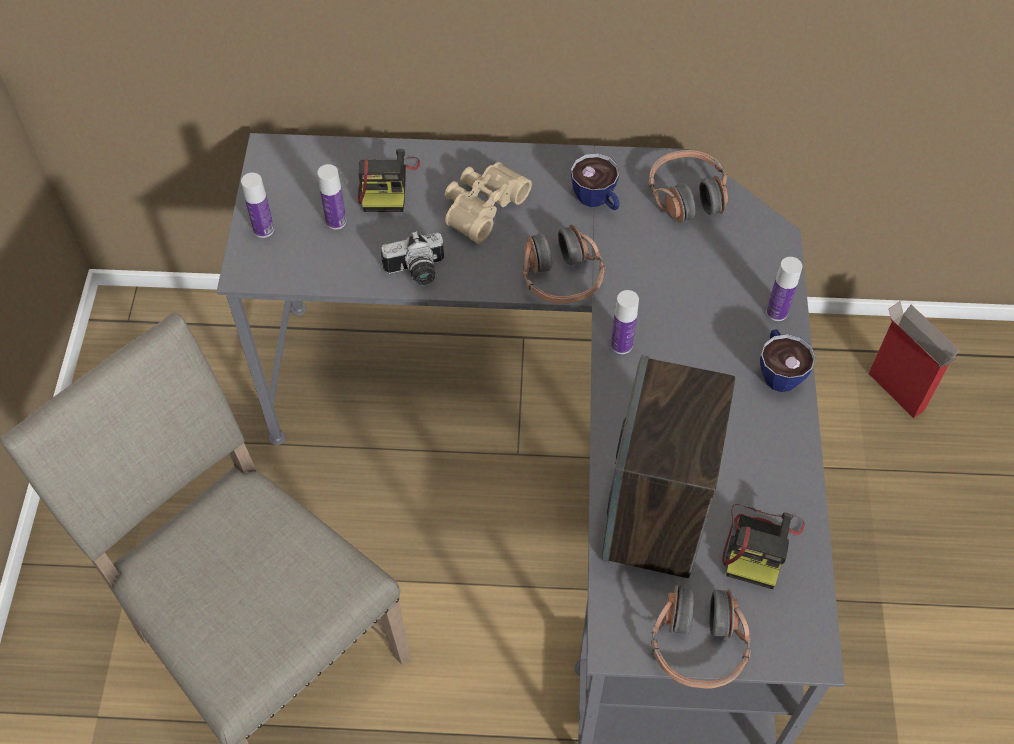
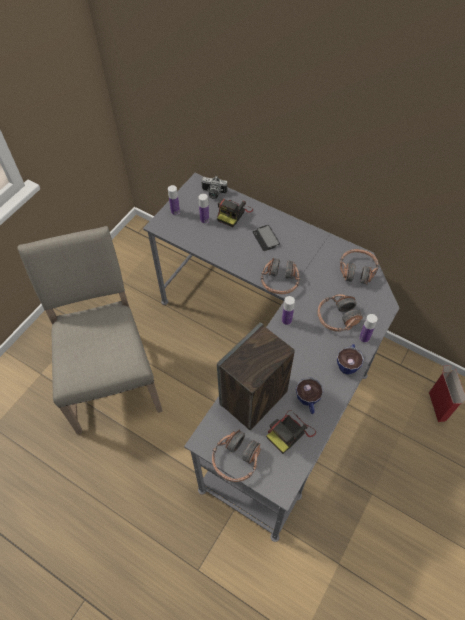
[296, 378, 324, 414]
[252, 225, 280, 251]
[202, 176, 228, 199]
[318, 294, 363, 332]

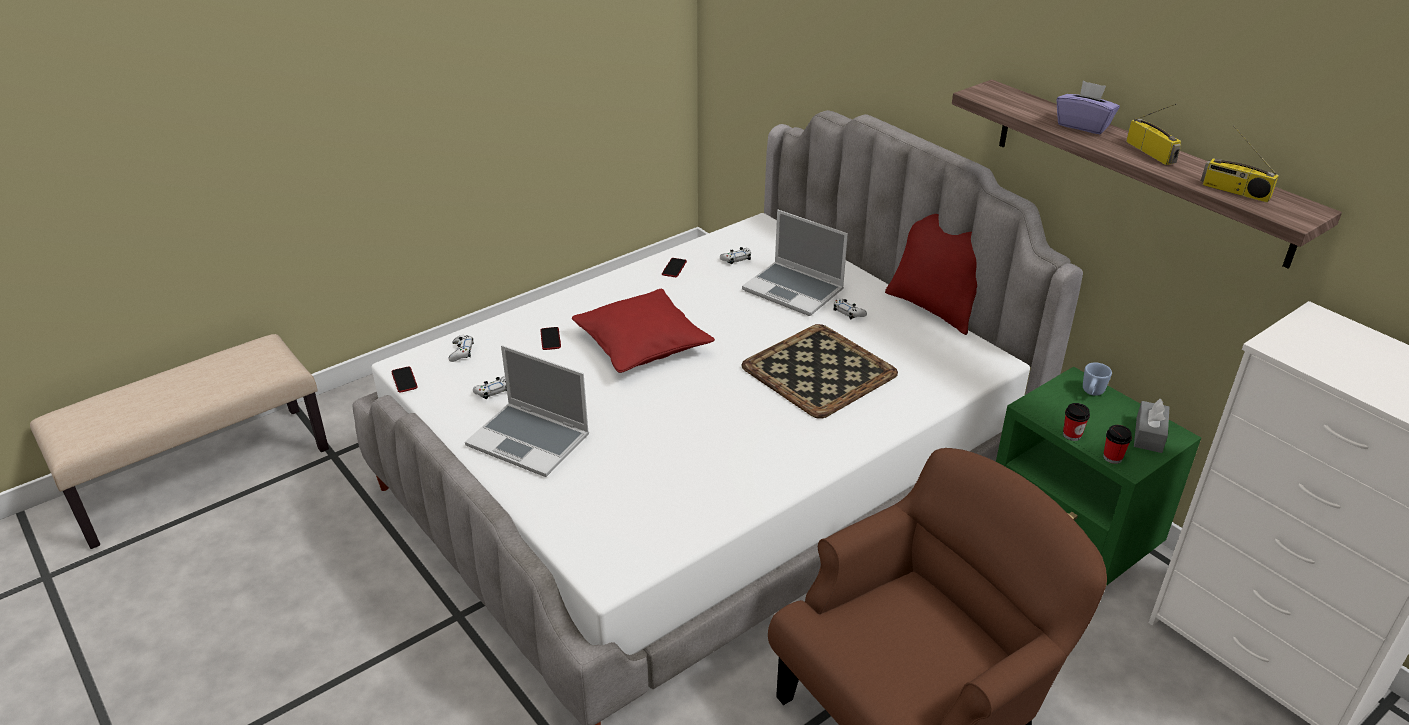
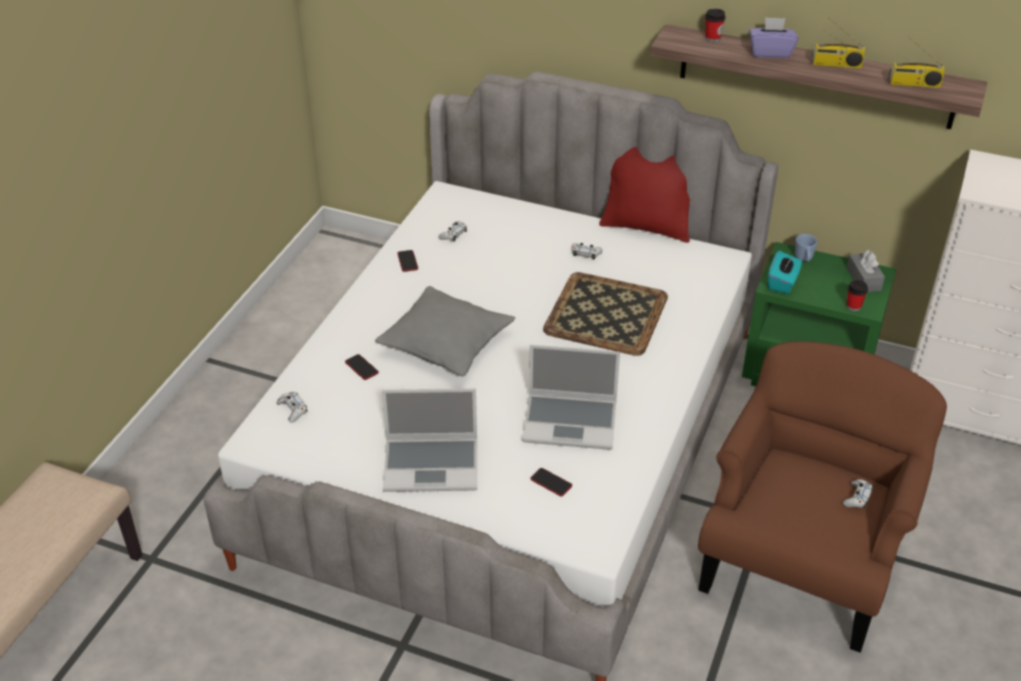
[811, 18, 865, 68]
[522, 345, 620, 450]
[376, 286, 515, 376]
[530, 468, 572, 496]
[843, 479, 873, 508]
[705, 9, 726, 42]
[768, 251, 802, 294]

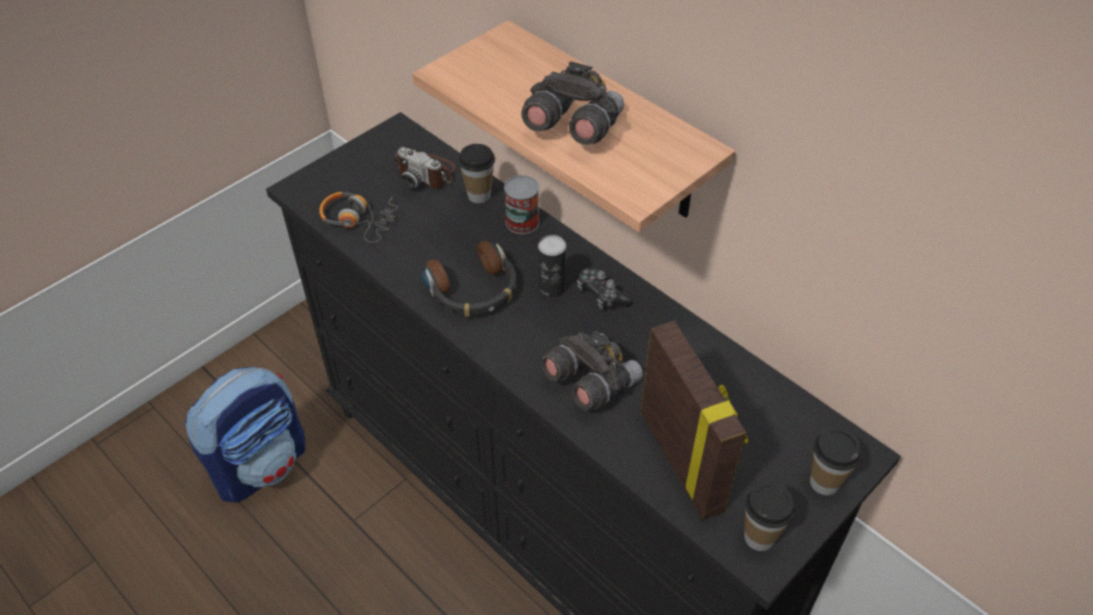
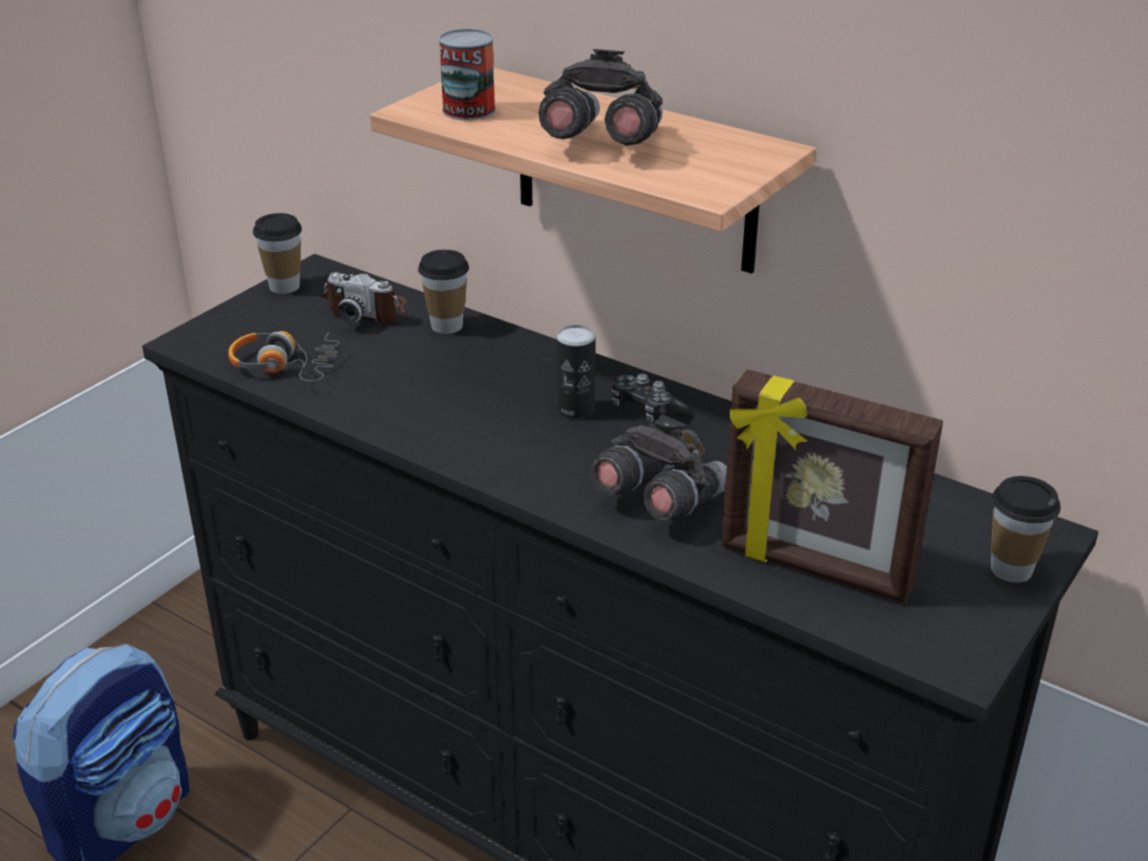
[438, 29, 496, 120]
[421, 241, 517, 317] (first image)
[721, 369, 943, 603]
[253, 213, 302, 294]

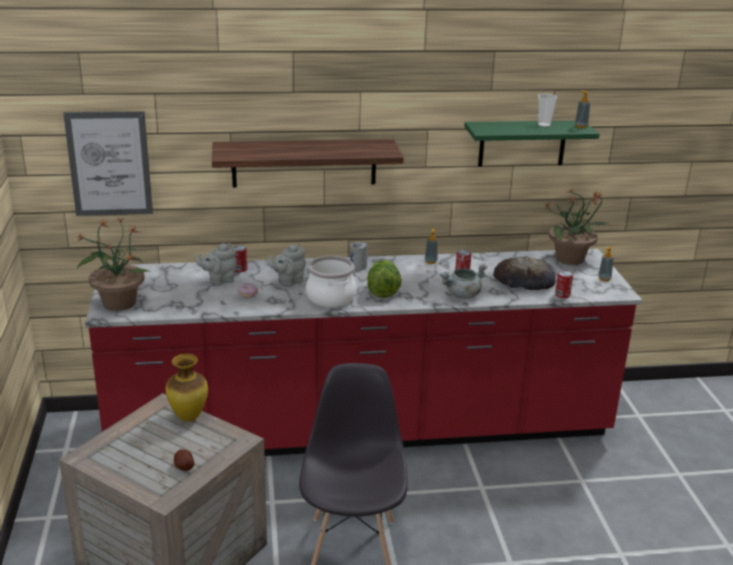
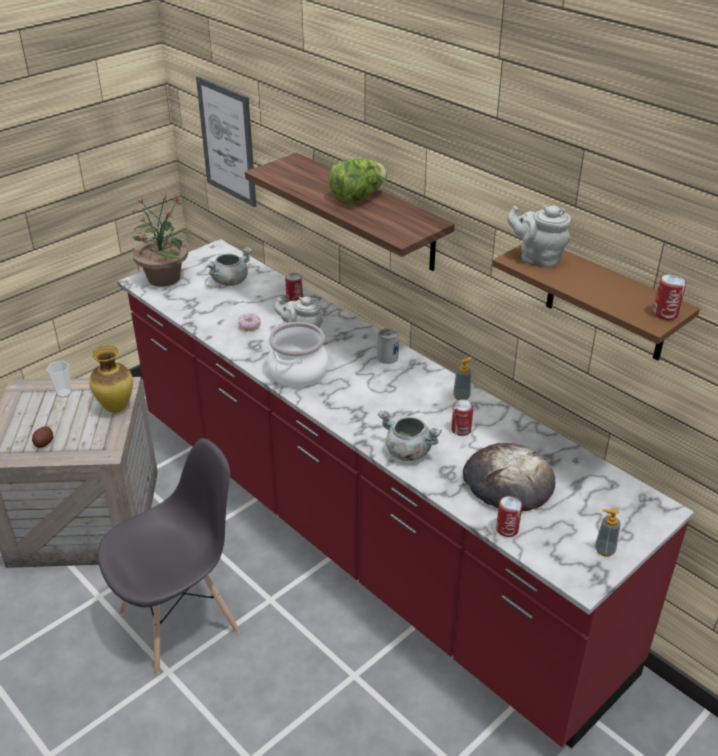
[653, 274, 686, 320]
[46, 360, 71, 398]
[492, 244, 700, 360]
[544, 190, 610, 265] (first image)
[507, 205, 571, 268]
[328, 159, 387, 204]
[207, 247, 252, 286]

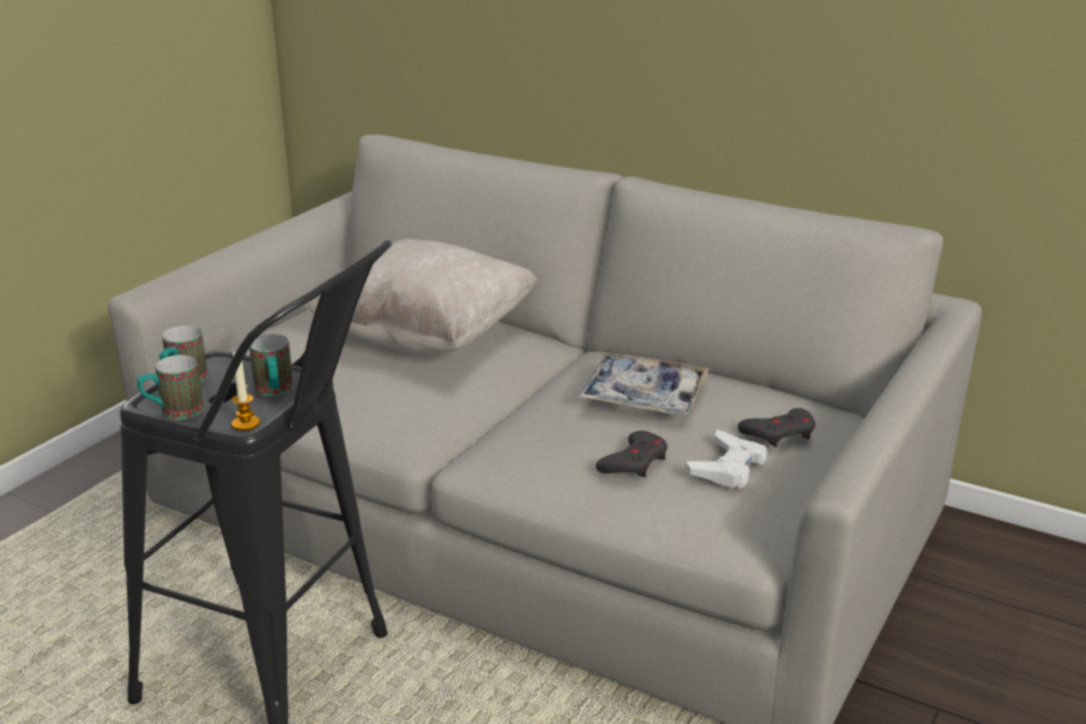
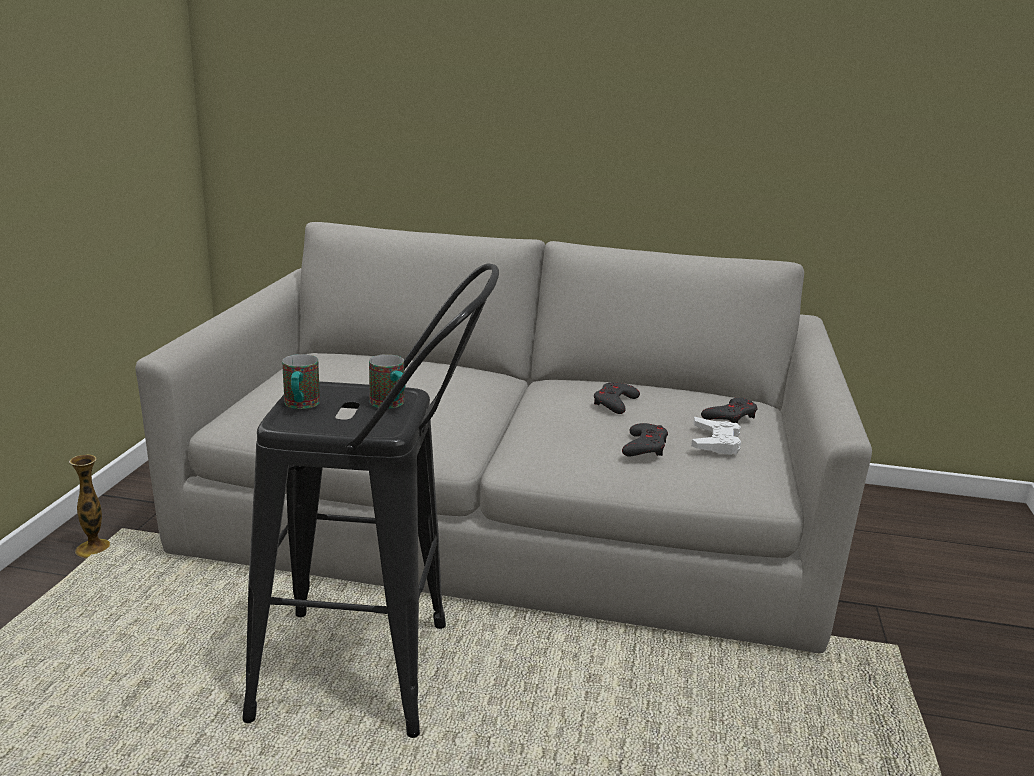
[302, 239, 538, 354] (first image)
[231, 349, 260, 431] (first image)
[594, 382, 640, 414]
[137, 355, 204, 420] (first image)
[69, 454, 110, 558]

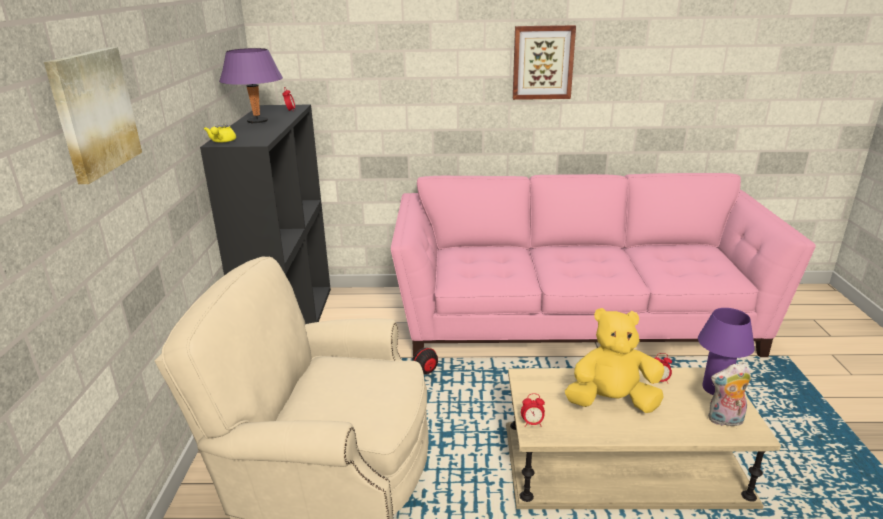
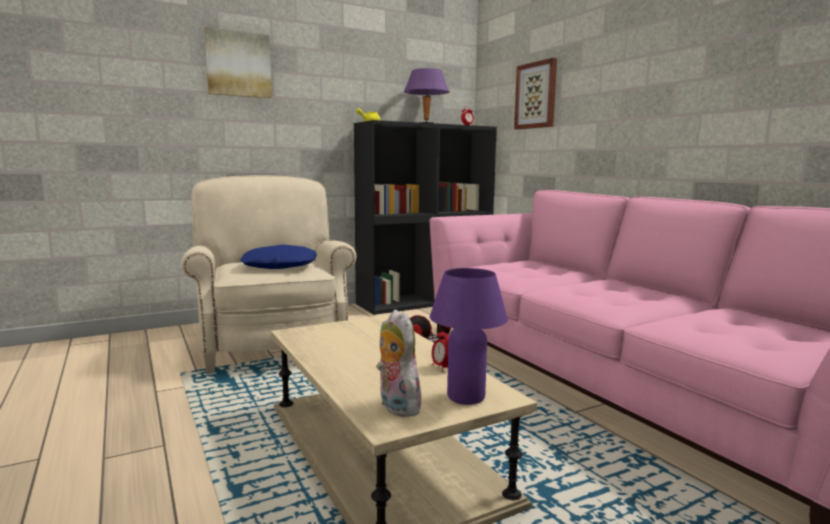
[514, 58, 557, 129]
[565, 308, 664, 413] (first image)
[521, 393, 545, 427] (first image)
[240, 245, 317, 269]

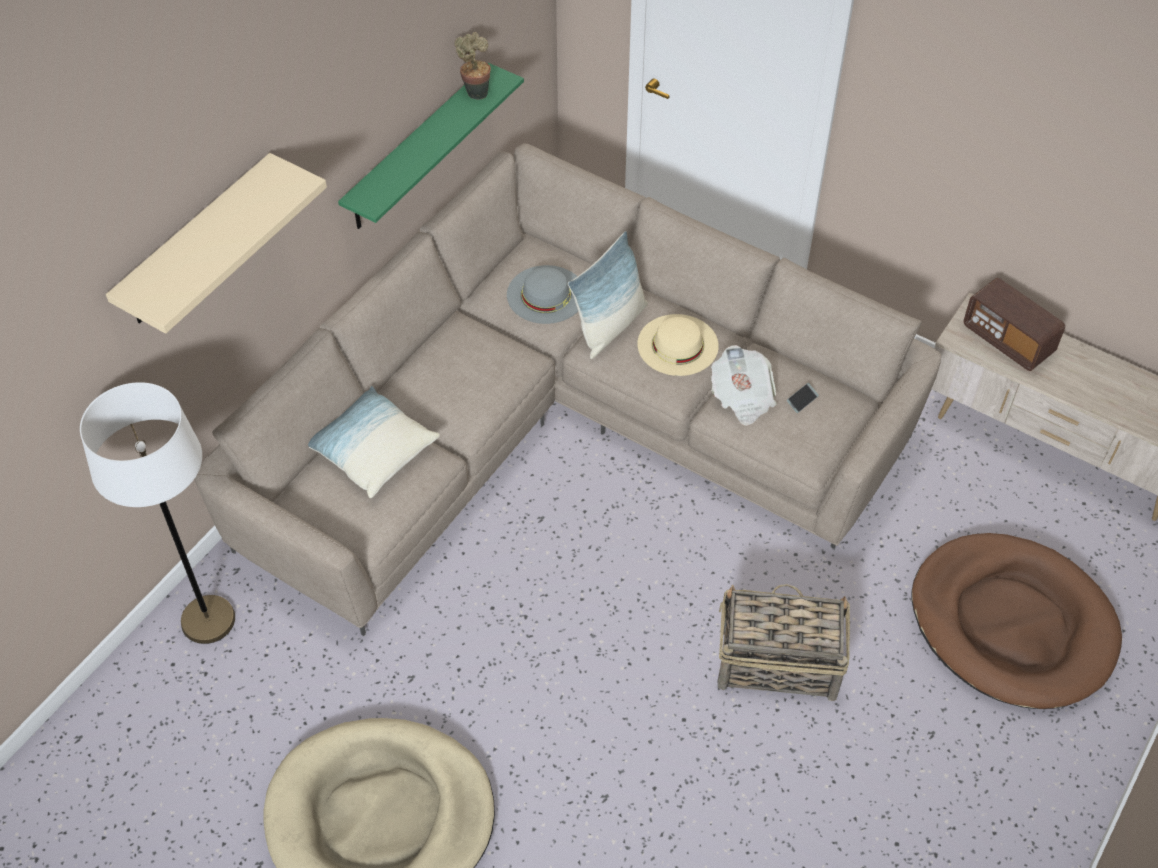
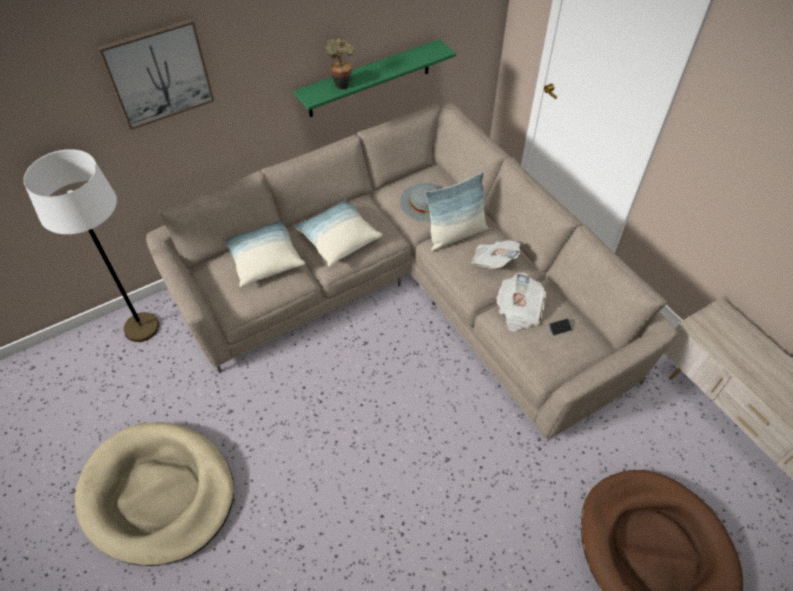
[325, 38, 355, 90]
[98, 19, 214, 130]
[963, 278, 1065, 371] (first image)
[471, 240, 521, 268]
[718, 584, 850, 701] (first image)
[294, 199, 383, 267]

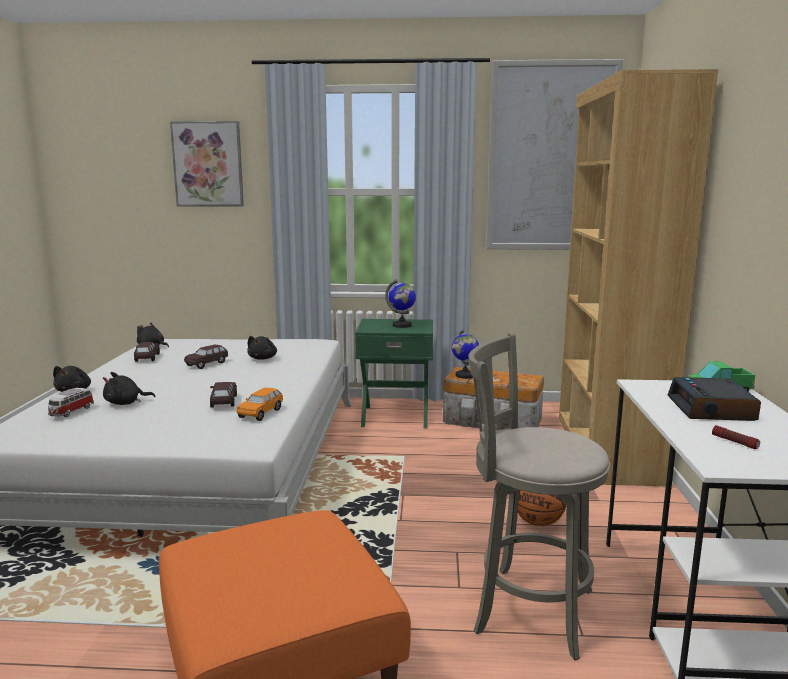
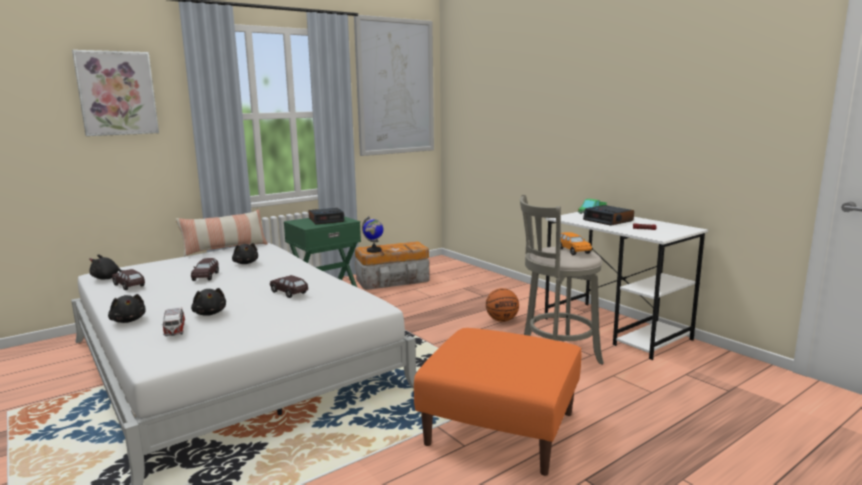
[559, 69, 718, 486] (first image)
[308, 208, 344, 224]
[191, 288, 226, 316]
[560, 232, 592, 255]
[176, 209, 268, 257]

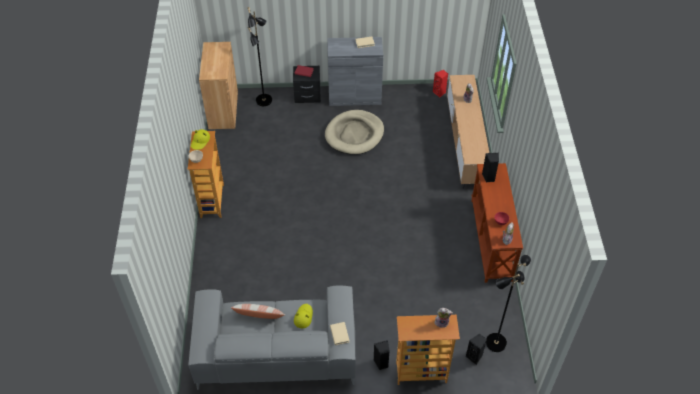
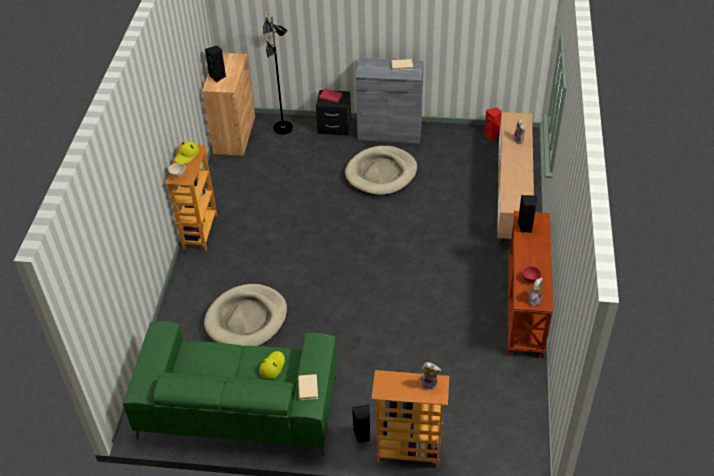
[486, 255, 531, 352] (first image)
[123, 321, 337, 456]
[231, 304, 285, 319] (first image)
[205, 45, 226, 82]
[204, 284, 287, 347]

